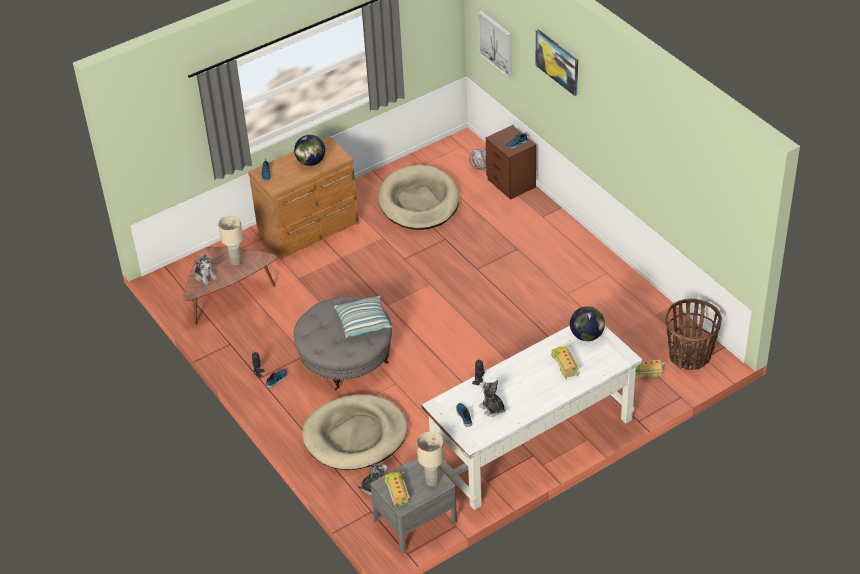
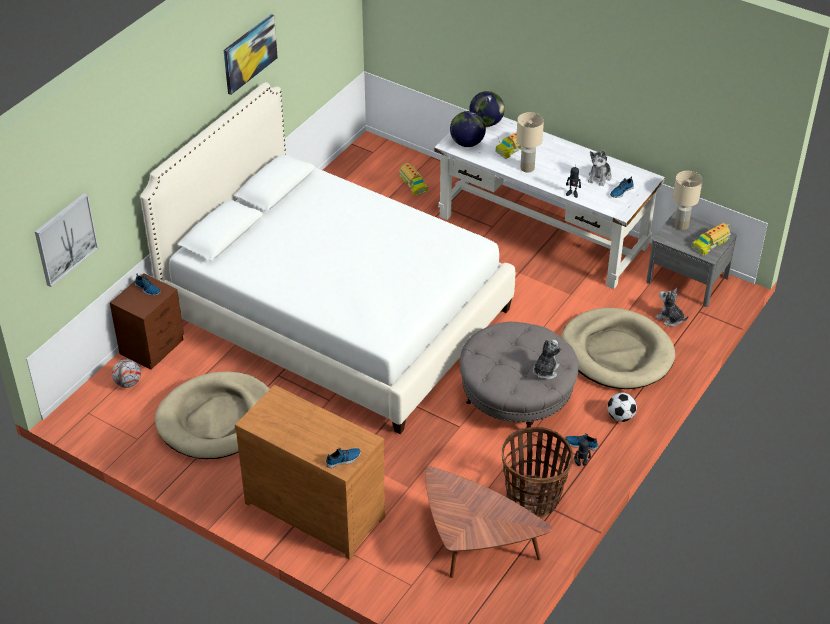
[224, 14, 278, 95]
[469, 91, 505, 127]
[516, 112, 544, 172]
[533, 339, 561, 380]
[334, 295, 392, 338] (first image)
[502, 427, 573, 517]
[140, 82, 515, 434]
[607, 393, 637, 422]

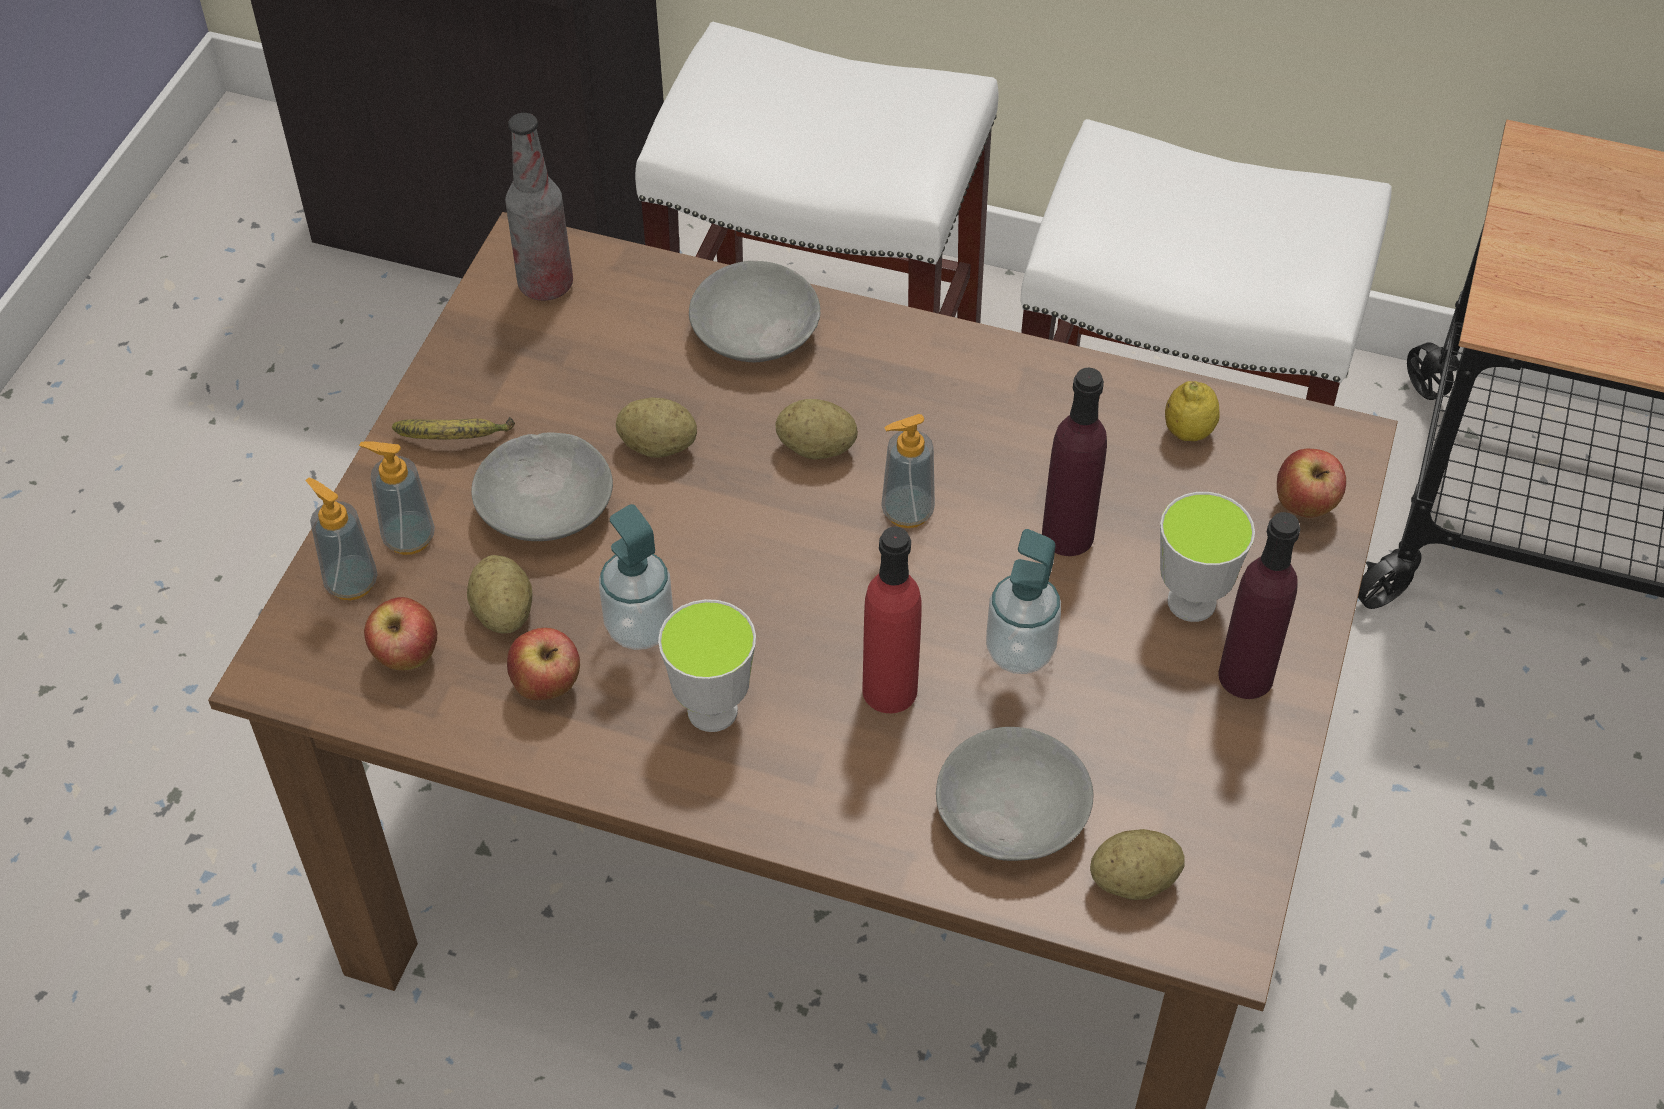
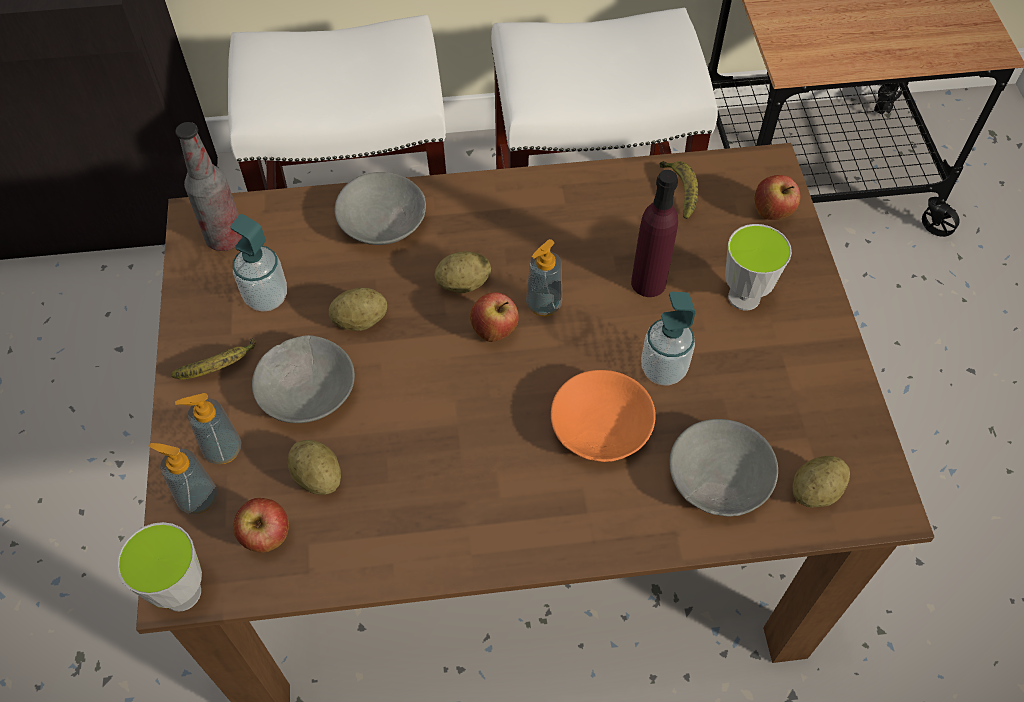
[659, 161, 698, 219]
[231, 214, 287, 312]
[1218, 512, 1300, 699] (first image)
[551, 370, 656, 462]
[117, 522, 202, 612]
[470, 292, 519, 342]

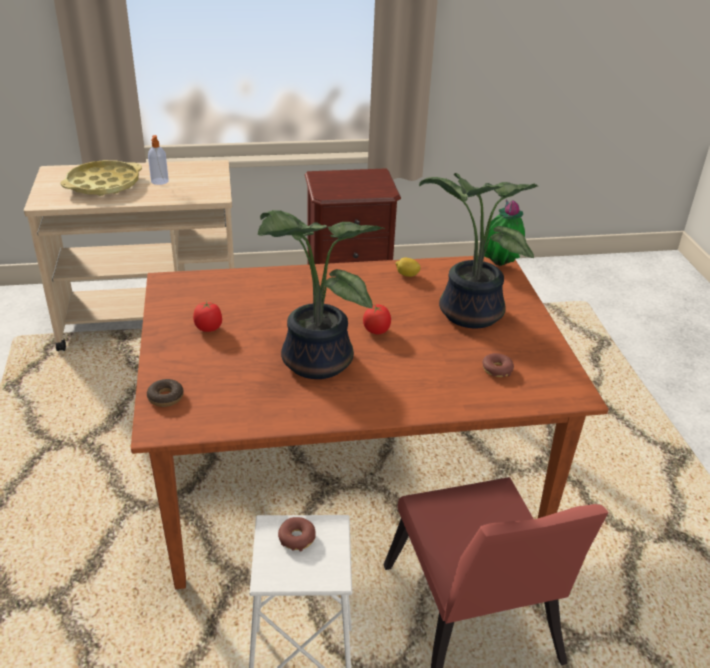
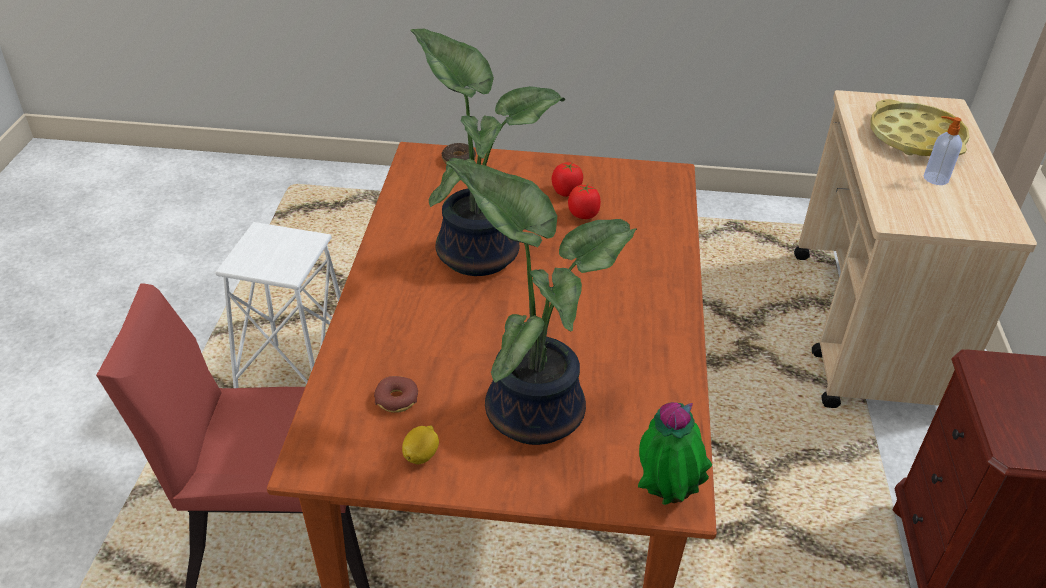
[402, 426, 439, 464]
[568, 183, 601, 219]
[278, 517, 316, 552] (first image)

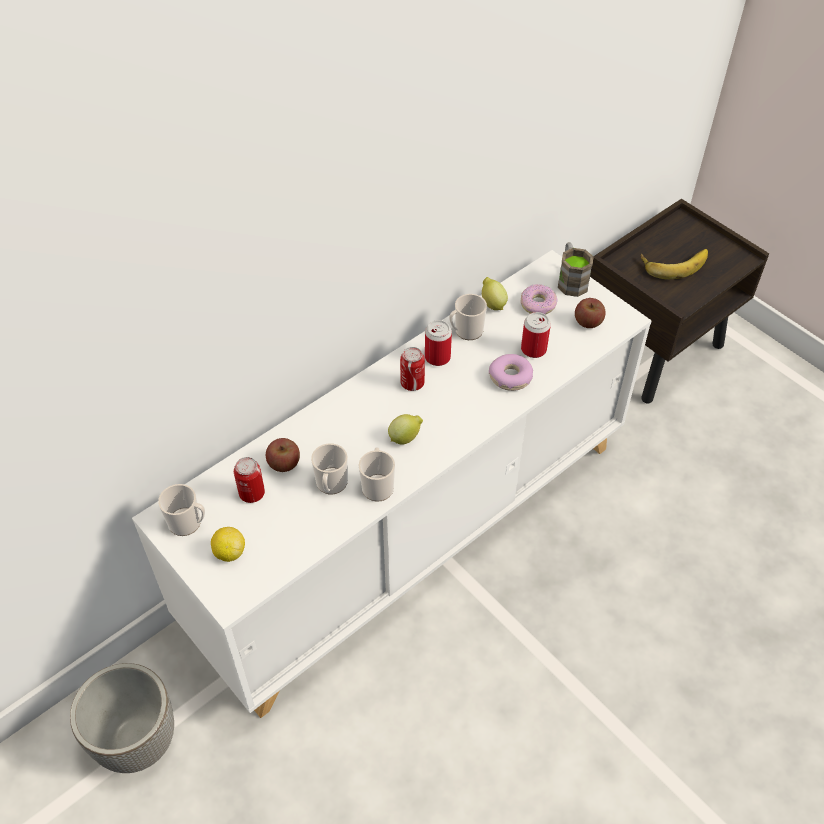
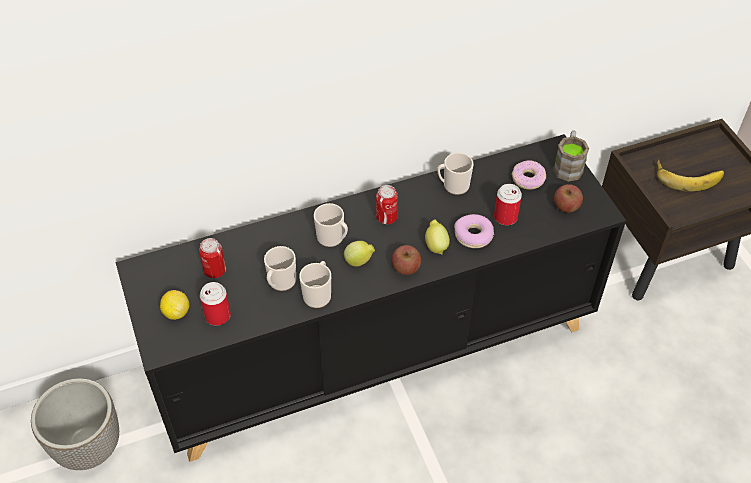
[116, 134, 626, 462]
[425, 219, 450, 254]
[200, 282, 231, 326]
[391, 245, 421, 275]
[314, 203, 348, 247]

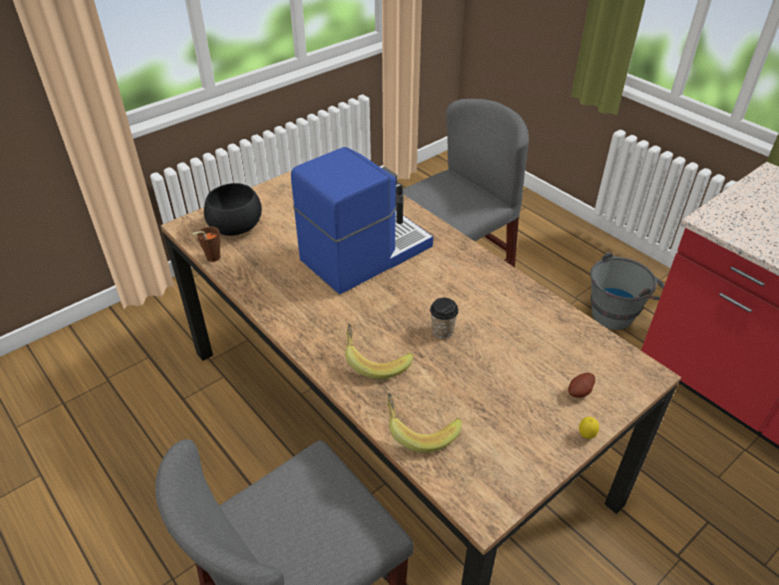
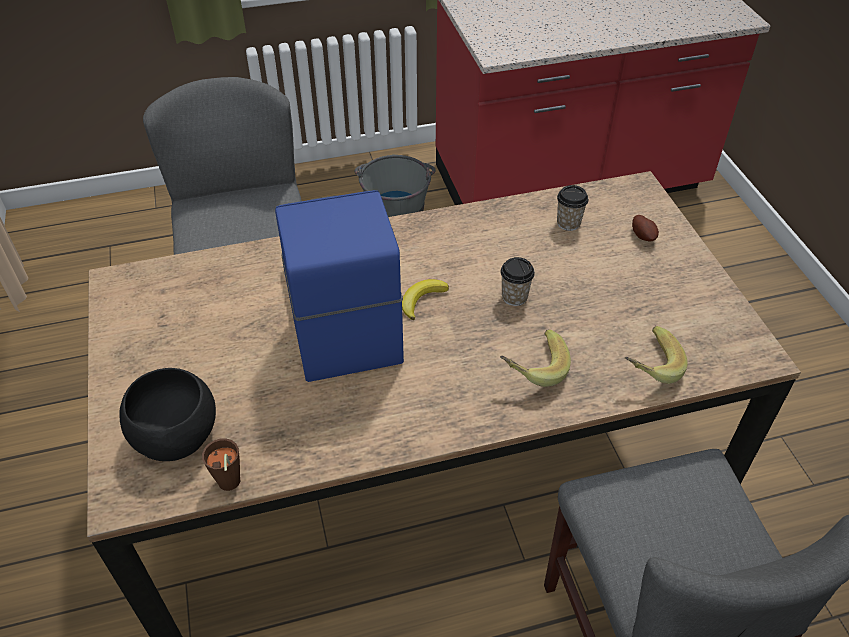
[579, 417, 599, 439] (first image)
[557, 185, 588, 231]
[402, 279, 449, 320]

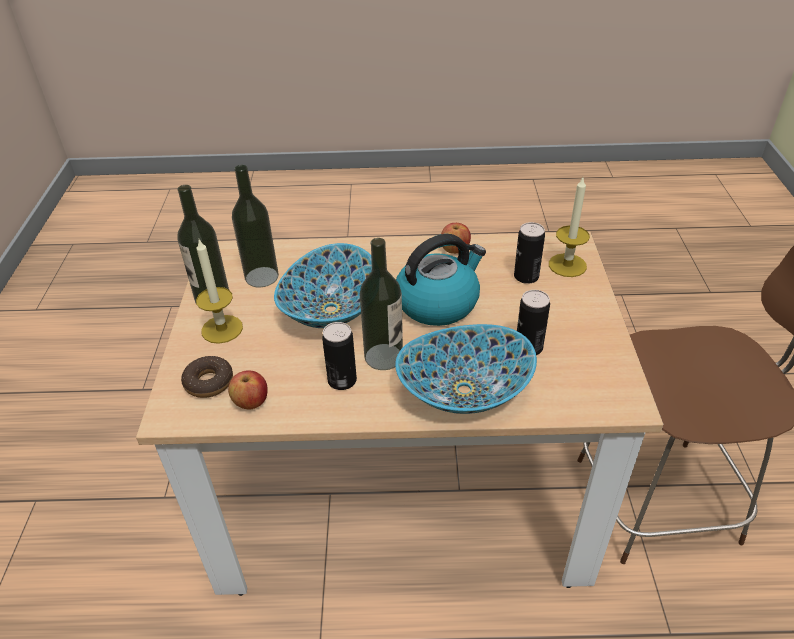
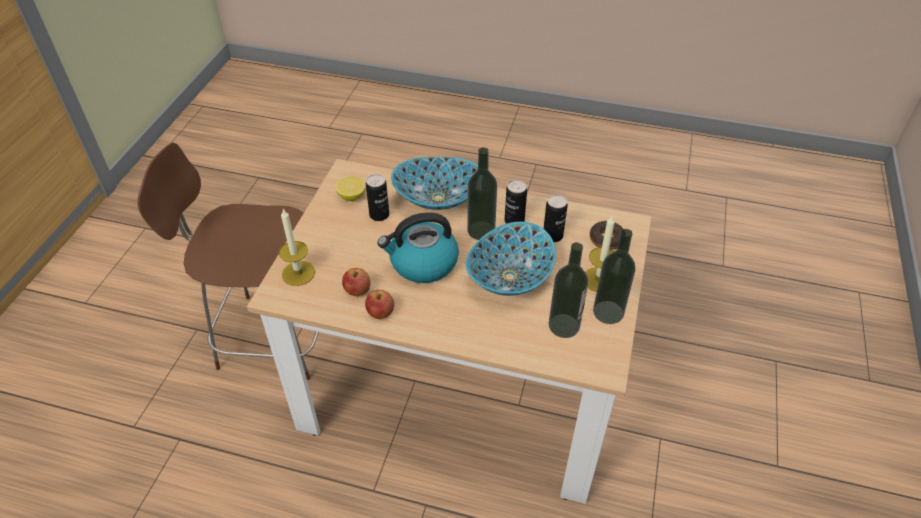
[543, 194, 568, 242]
[342, 268, 370, 296]
[335, 176, 366, 201]

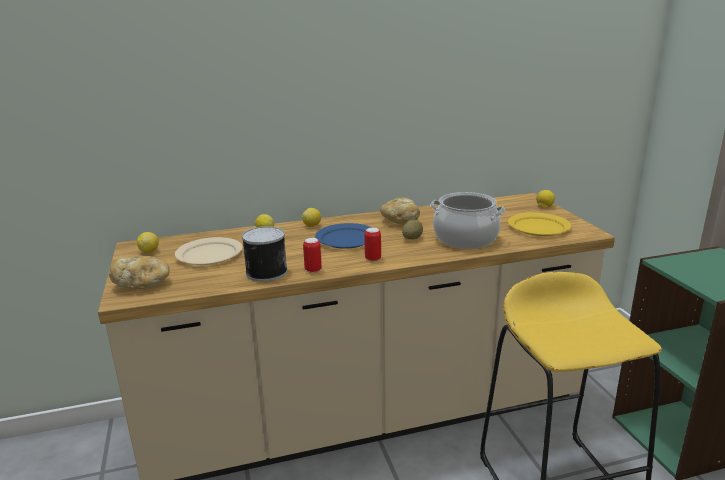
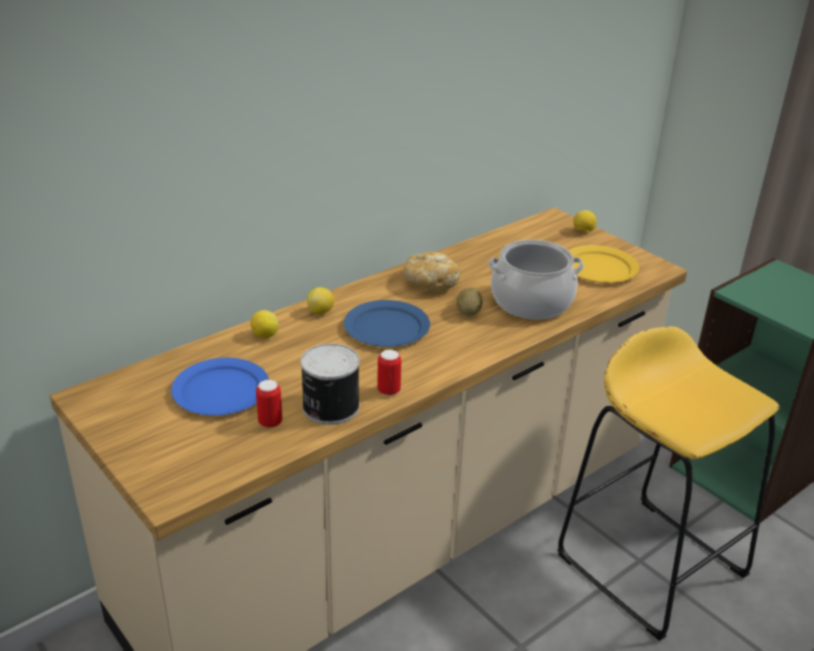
[256, 380, 282, 428]
[137, 232, 159, 253] (first image)
[171, 358, 269, 416]
[109, 256, 169, 289] (first image)

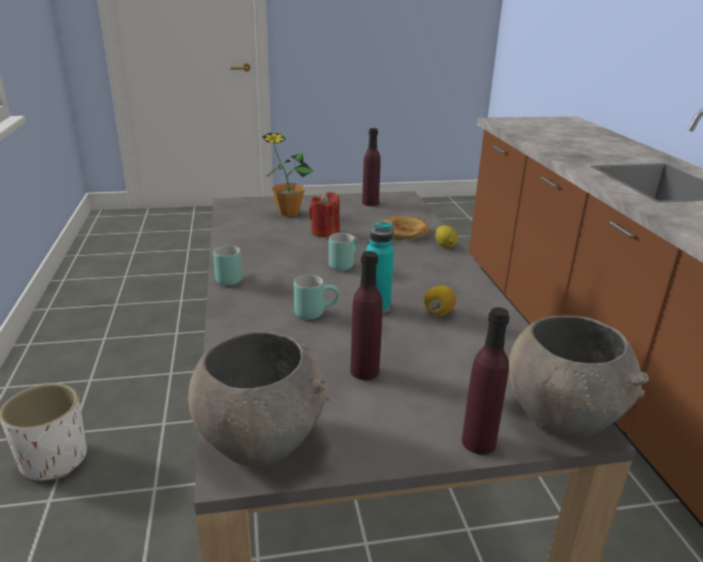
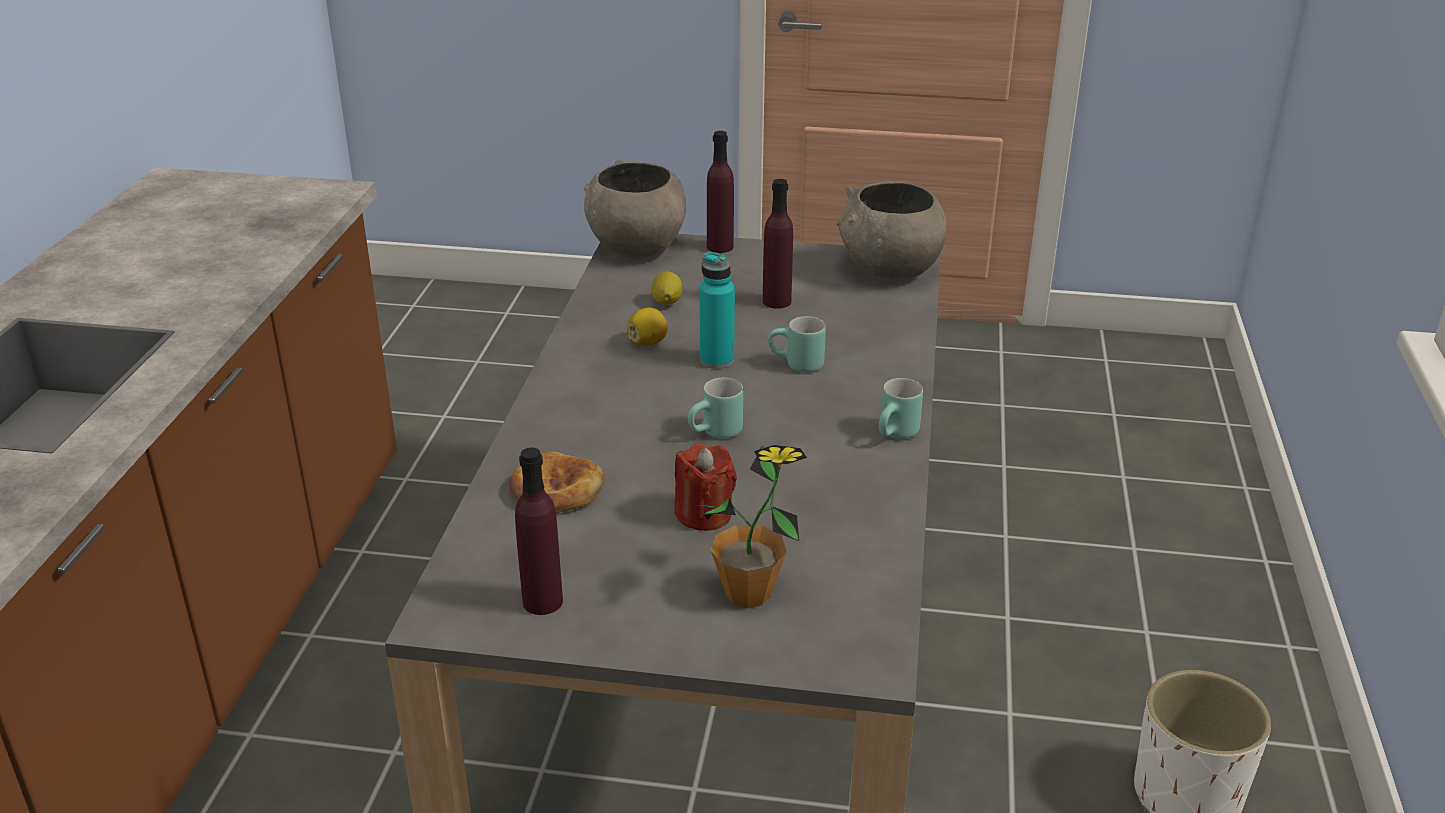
[651, 271, 682, 305]

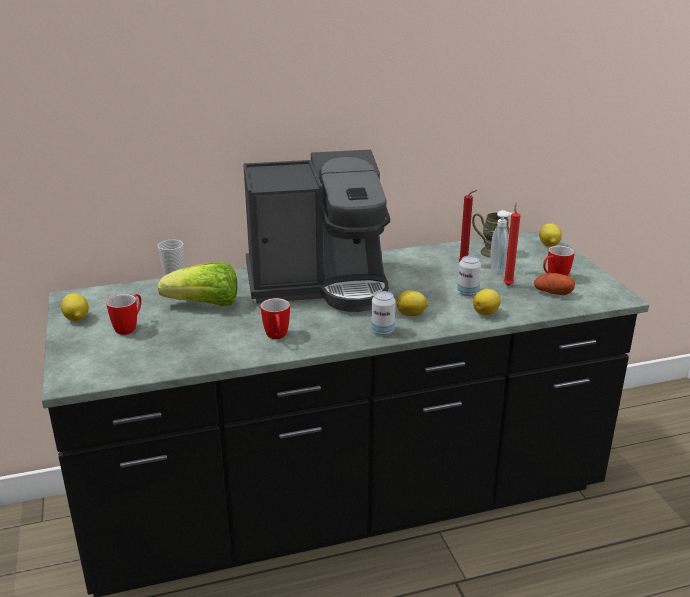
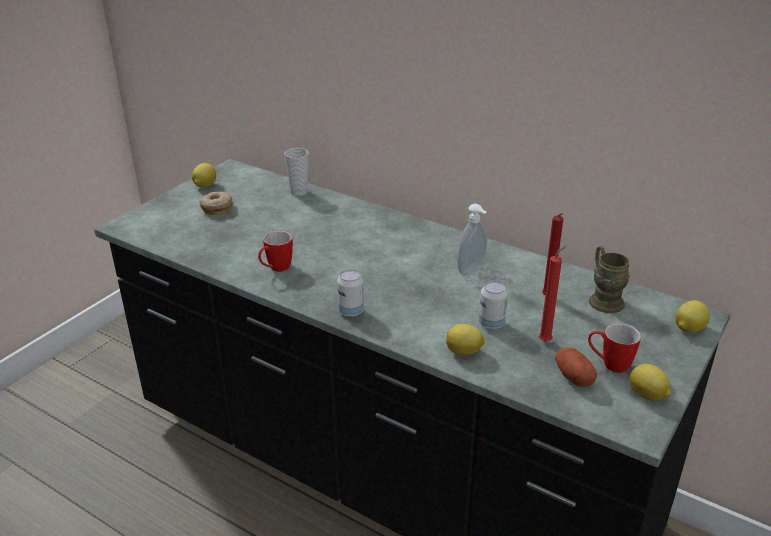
[243, 150, 390, 312] (first image)
[457, 204, 487, 276]
[158, 262, 237, 306] (first image)
[629, 364, 671, 401]
[199, 191, 233, 215]

